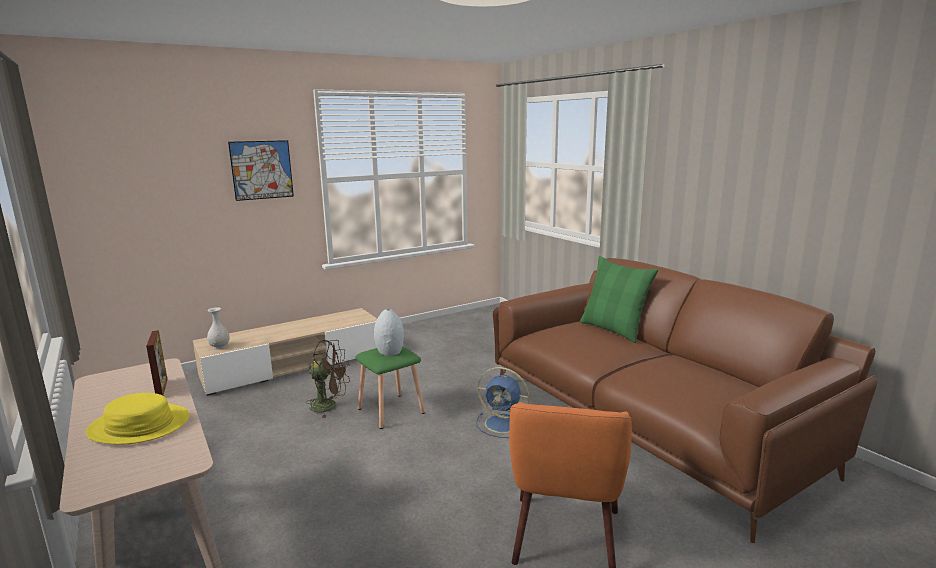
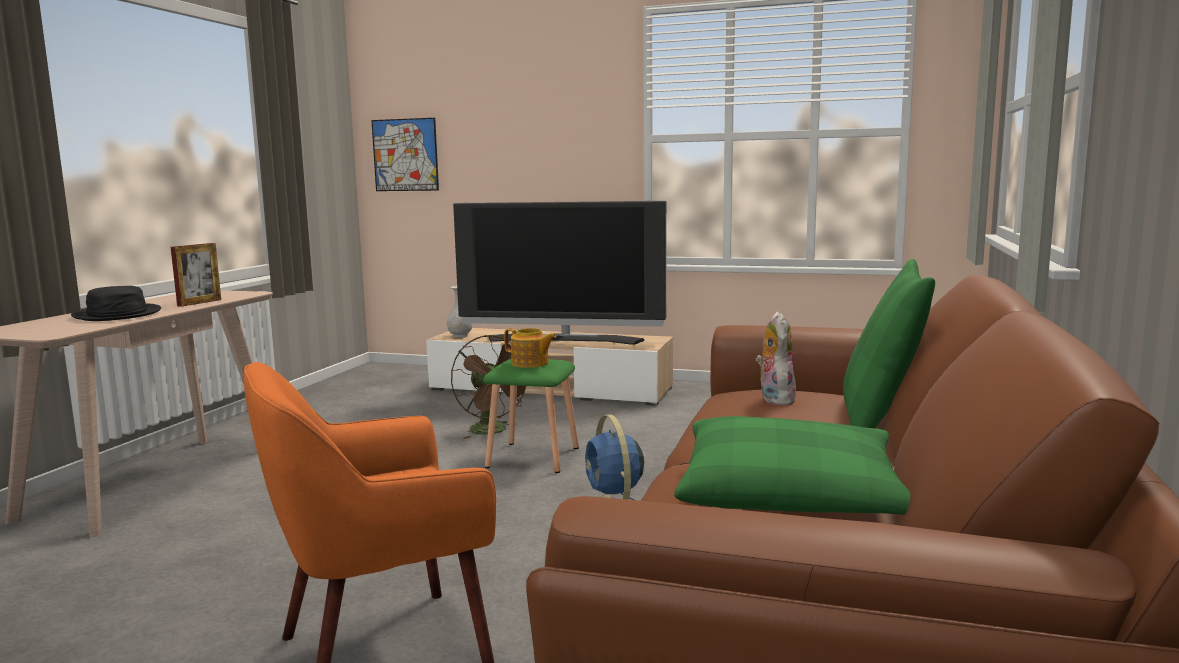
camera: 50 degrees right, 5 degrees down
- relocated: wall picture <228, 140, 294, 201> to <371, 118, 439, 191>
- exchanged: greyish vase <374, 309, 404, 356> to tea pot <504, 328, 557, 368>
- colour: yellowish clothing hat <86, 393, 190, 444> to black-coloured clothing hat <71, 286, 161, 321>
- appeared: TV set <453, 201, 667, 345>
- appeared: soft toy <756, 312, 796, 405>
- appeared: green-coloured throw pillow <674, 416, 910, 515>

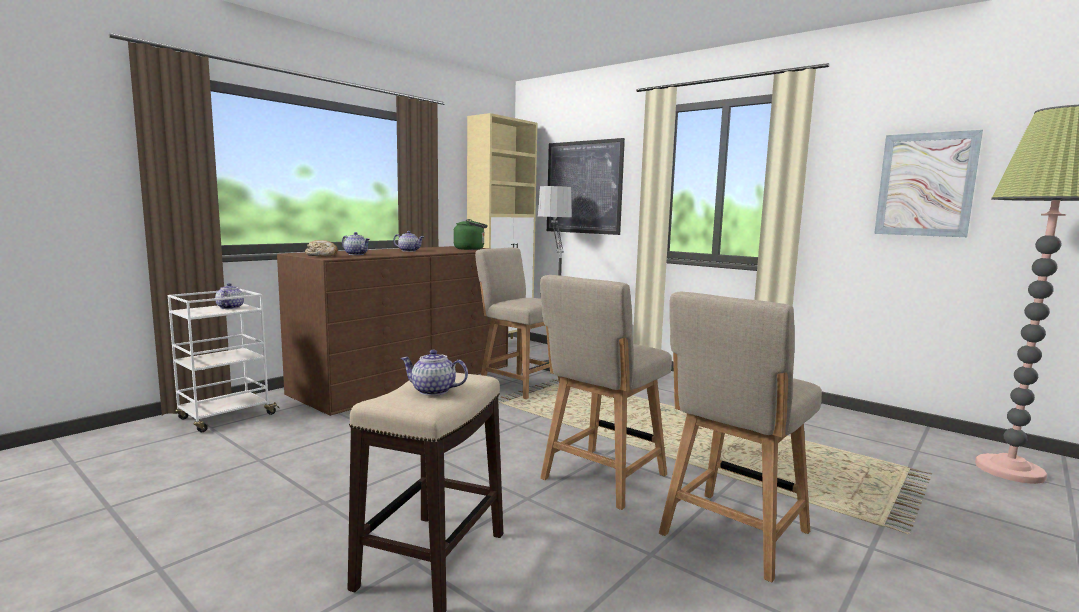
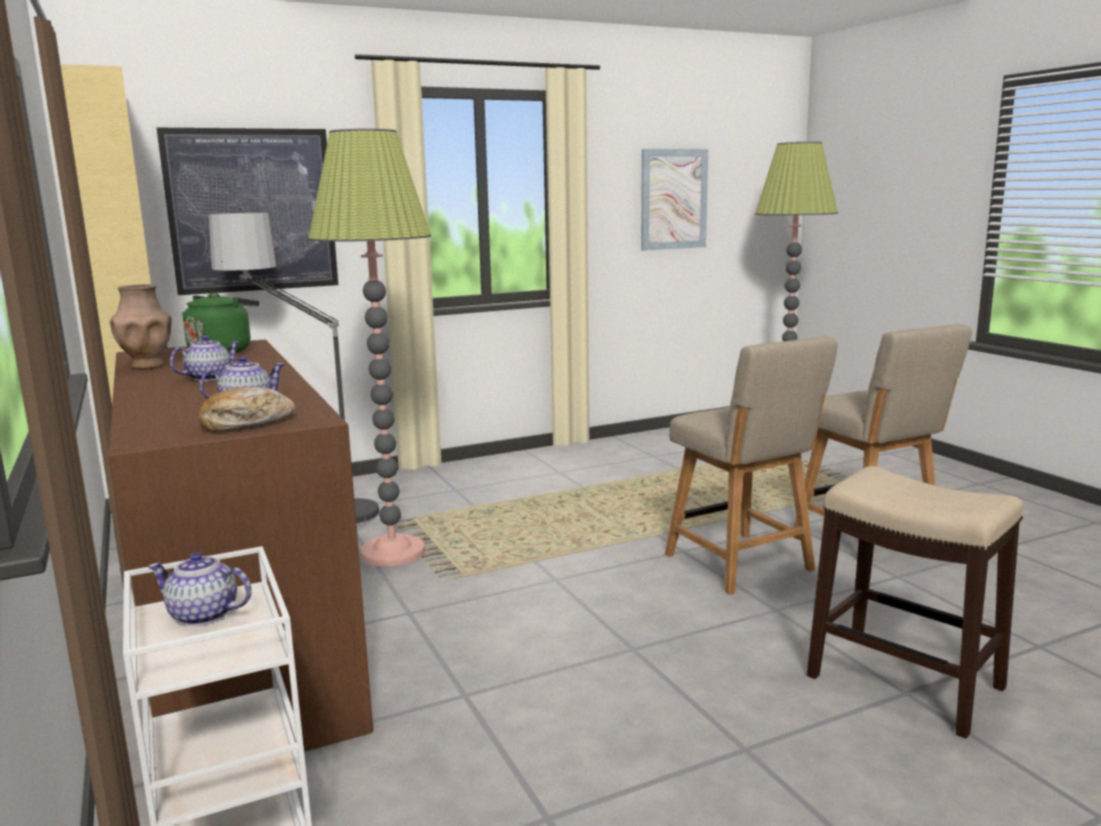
camera: 65 degrees left, 5 degrees up
- exchanged: beige upright chair <475, 247, 560, 399> to floor lamp <308, 128, 431, 566>
- missing: tea pot <400, 350, 468, 396>
- appeared: brown-coloured vase <110, 284, 172, 370>

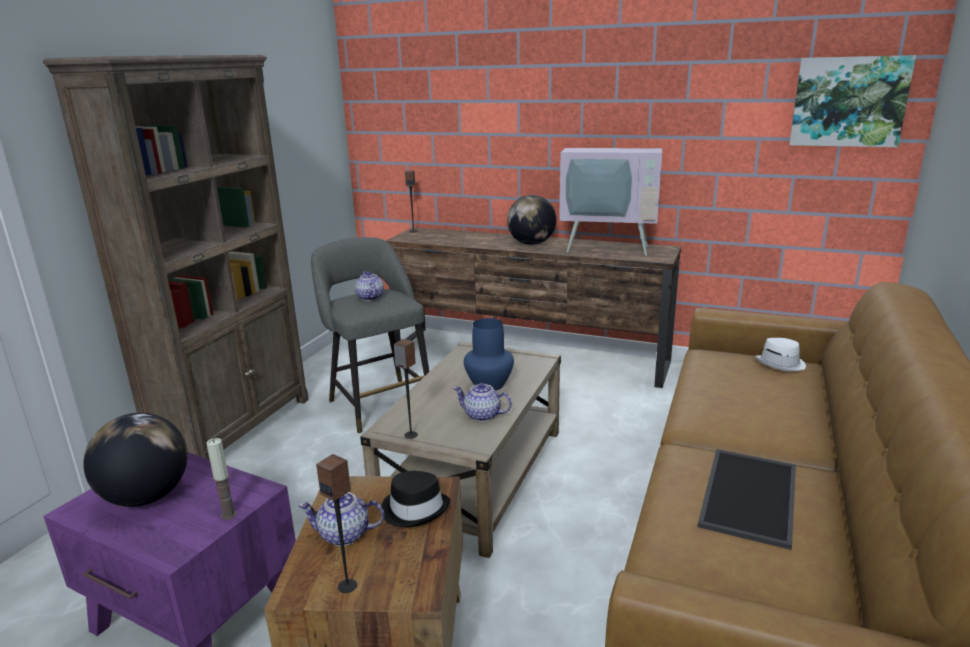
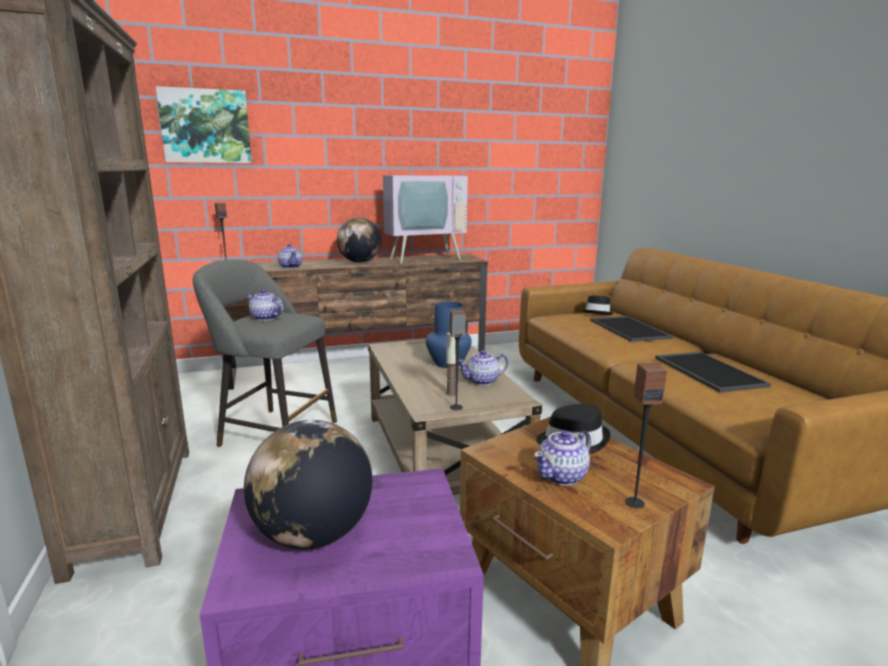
camera: 40 degrees left, 5 degrees down
- relocated: wall picture <789, 55, 916, 147> to <156, 86, 252, 163>
- colour: white-coloured clothing hat <756, 338, 806, 372> to black-coloured clothing hat <582, 295, 614, 315>
- relocated: wax light <206, 438, 237, 520> to <446, 332, 456, 396>
- appeared: tea pot <278, 244, 302, 269>
- appeared: carrying tray <590, 316, 673, 342>

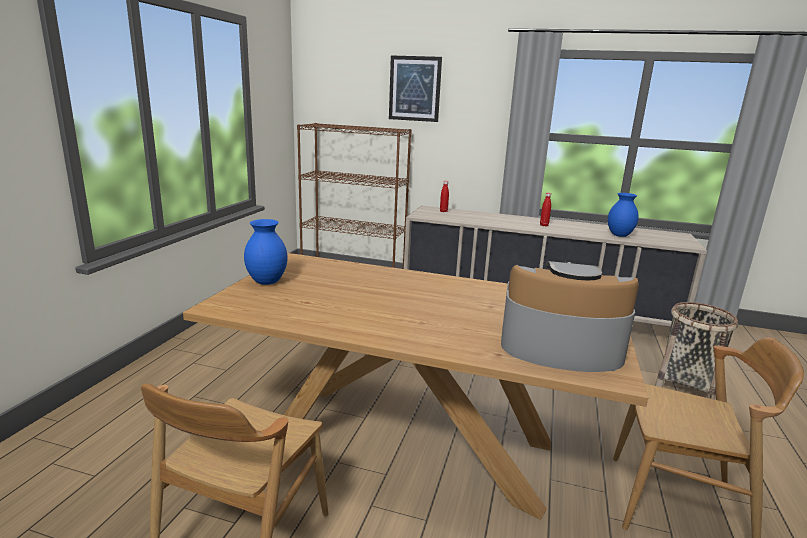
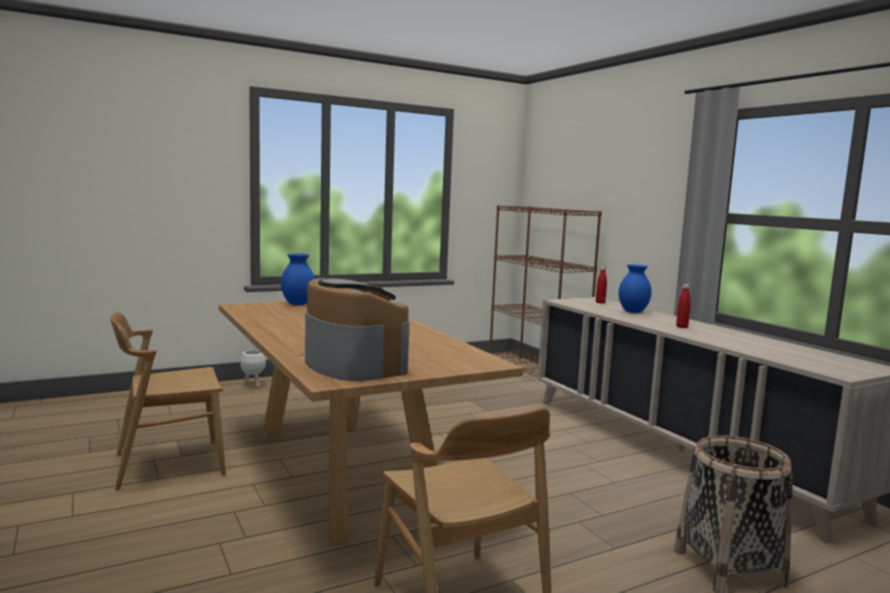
camera: 45 degrees right, 10 degrees down
- missing: wall picture <389, 55, 442, 122>
- relocated: blue vase <608, 193, 639, 237> to <619, 264, 652, 313>
- appeared: white-coloured planter <240, 350, 266, 387>

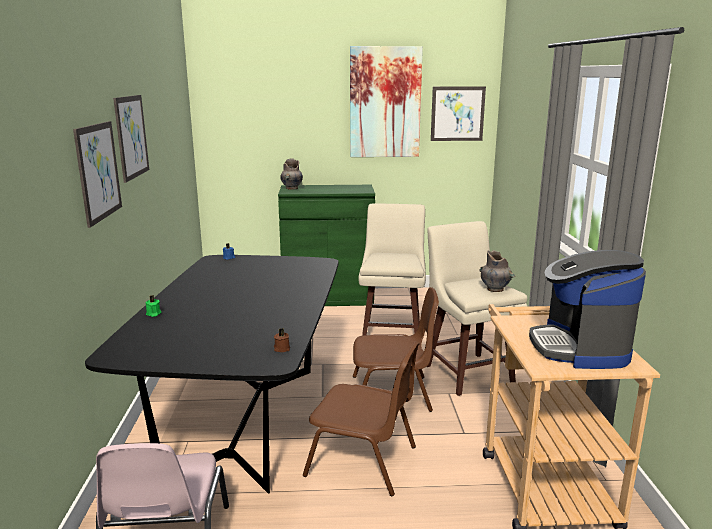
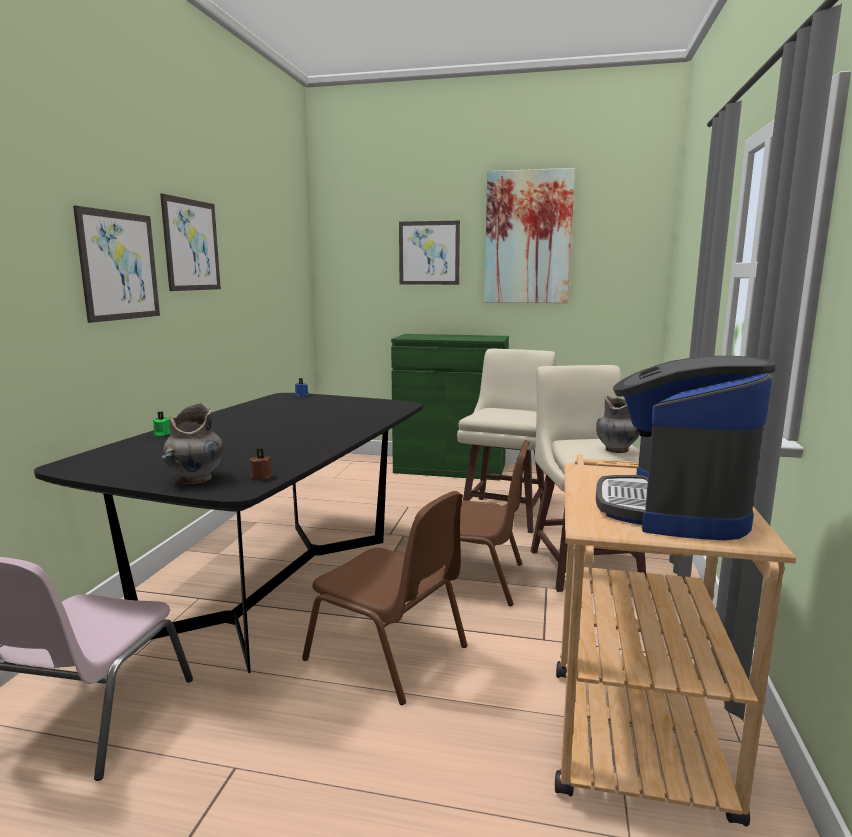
camera: 15 degrees right, 5 degrees down
- relocated: wall picture <431, 87, 486, 141> to <399, 221, 460, 285>
- relocated: greyish vase <280, 158, 303, 190> to <162, 403, 223, 484>

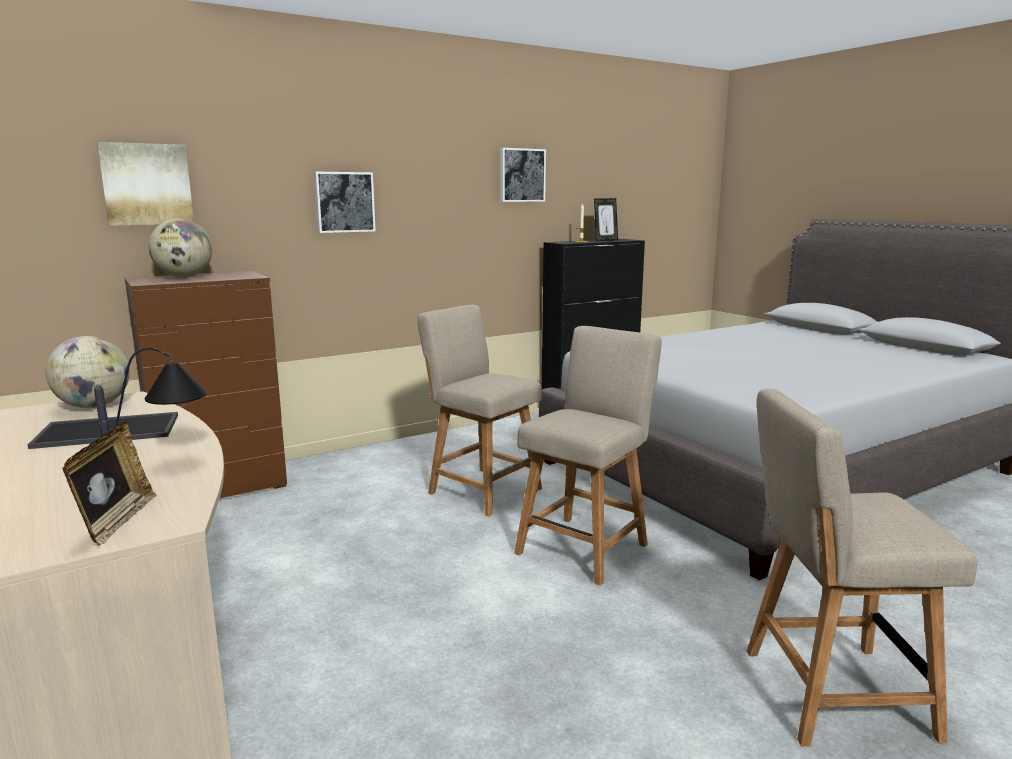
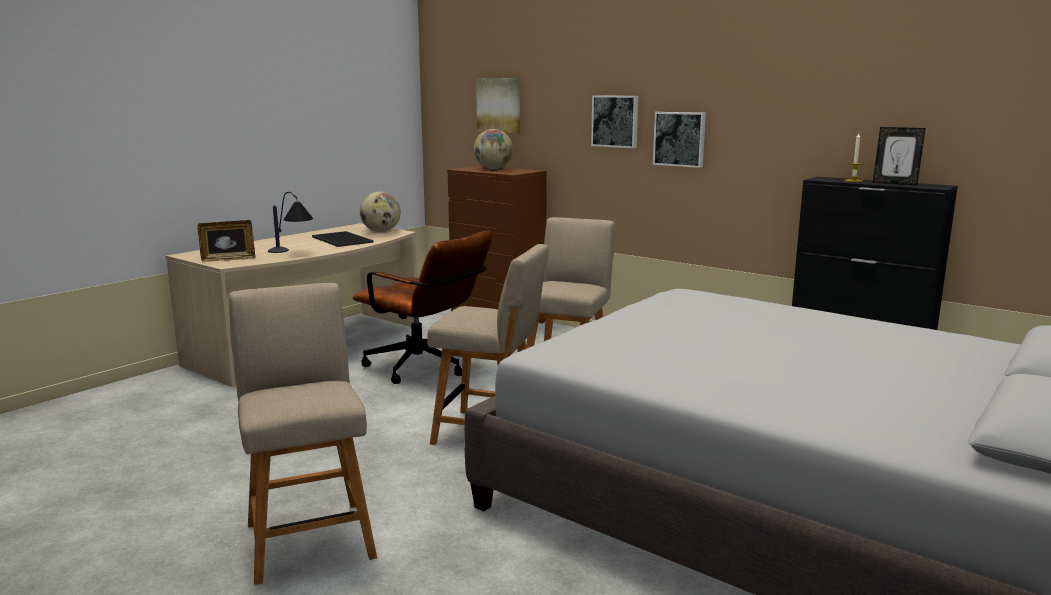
camera: 70 degrees right, 0 degrees up
- relocated: wall picture <500, 148, 546, 202> to <653, 112, 706, 168>
- appeared: brown-coloured office chair <353, 231, 493, 384>

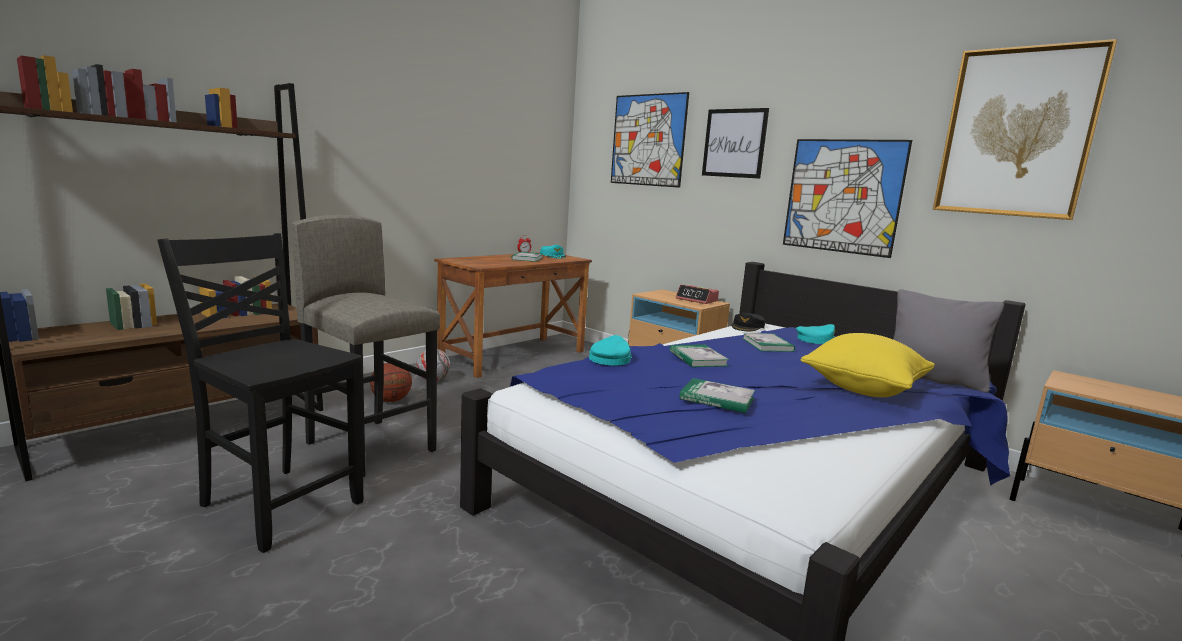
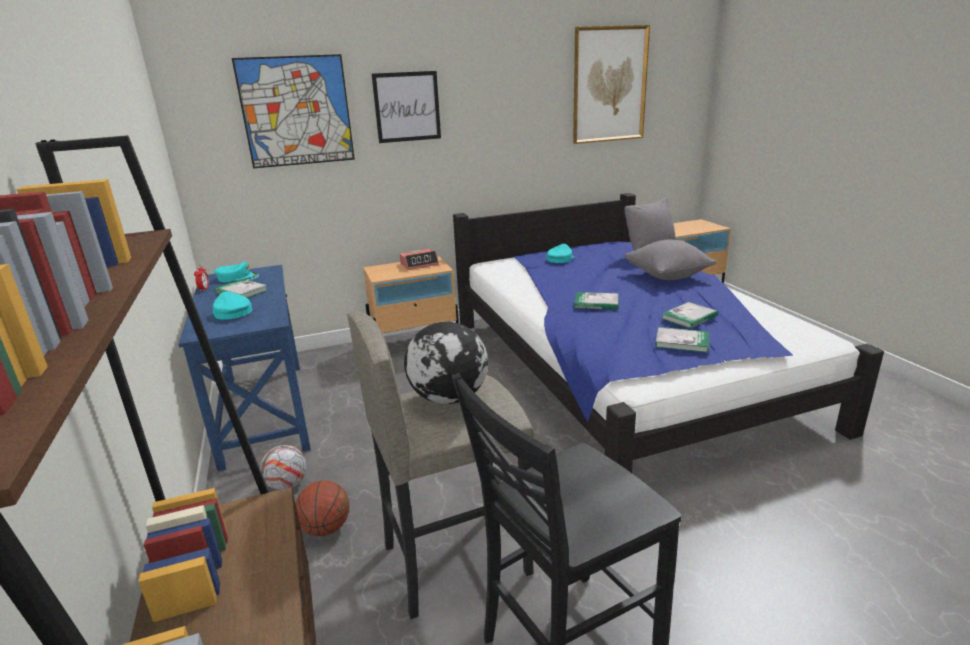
camera: 60 degrees left, 10 degrees up
- missing: wall picture <783, 139, 912, 258>
- colour: brown-coloured desk unit <434, 252, 592, 378> to blue desk unit <178, 265, 311, 471>
- missing: black-coloured peaked cap <731, 313, 765, 331>
- relocated: volume <742, 333, 795, 352> to <655, 327, 709, 353>
- colour: yellowish throw pillow <801, 333, 935, 397> to greyish throw pillow <624, 240, 716, 280>
- relocated: blue-green peaked cap <589, 335, 632, 366> to <213, 291, 252, 320>
- appeared: desk globe <404, 322, 488, 404>

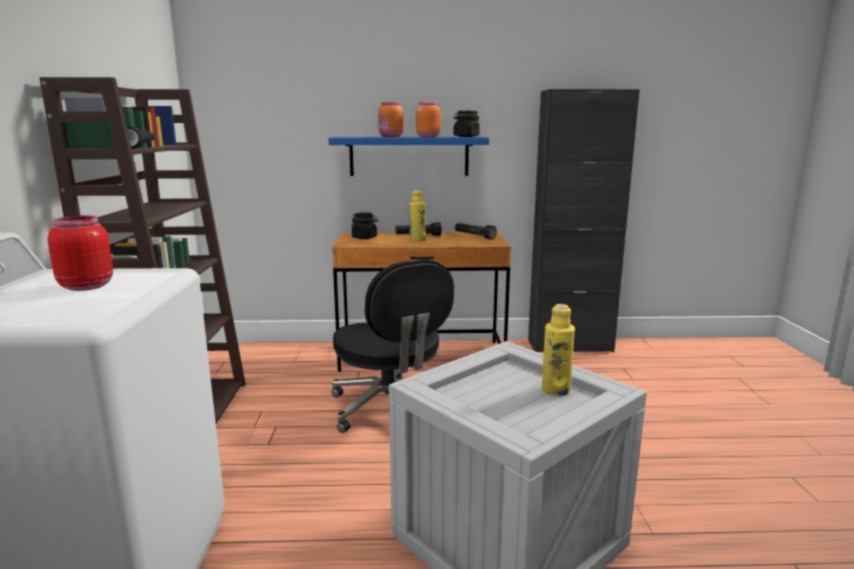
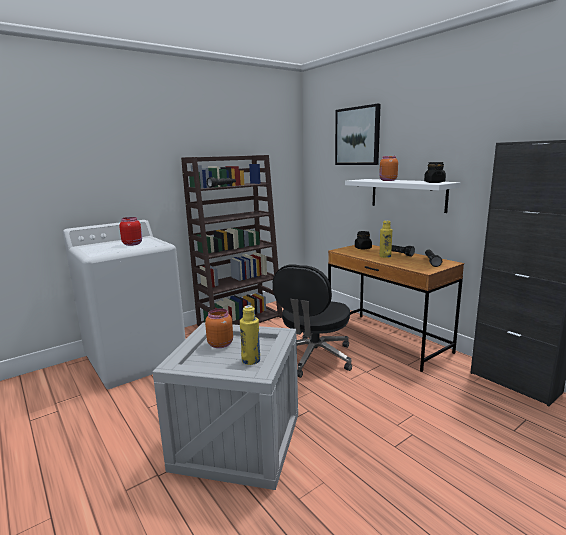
camera: 55 degrees right, 0 degrees up
- relocated: orange storage jar <416, 102, 441, 137> to <205, 308, 233, 348>
- colour: blue shelf <328, 137, 489, 176> to white-coloured shelf <345, 179, 461, 213>
- appeared: wall picture <335, 104, 381, 165>

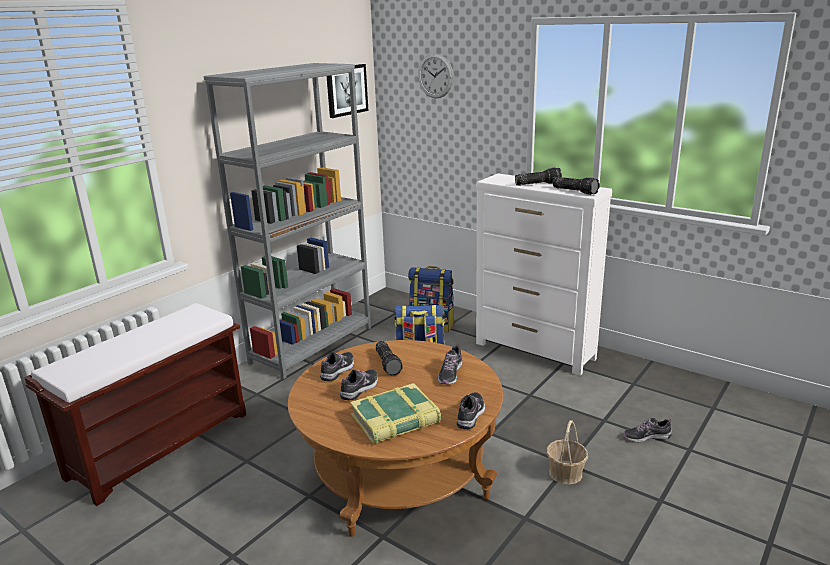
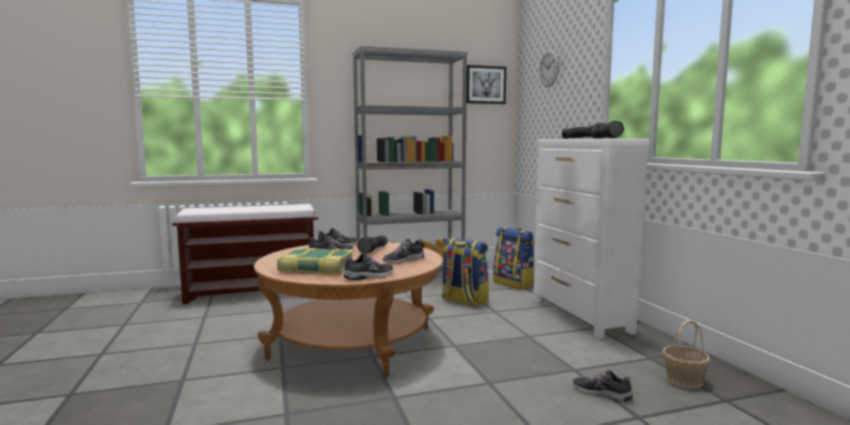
camera: 35 degrees right, 15 degrees down
- relocated: storage basket <546, 420, 588, 485> to <663, 320, 710, 388>

